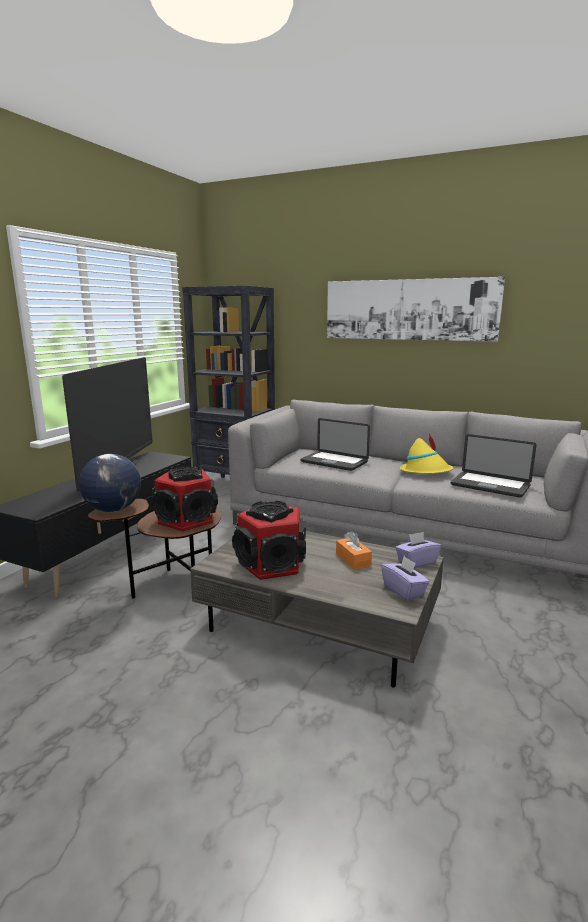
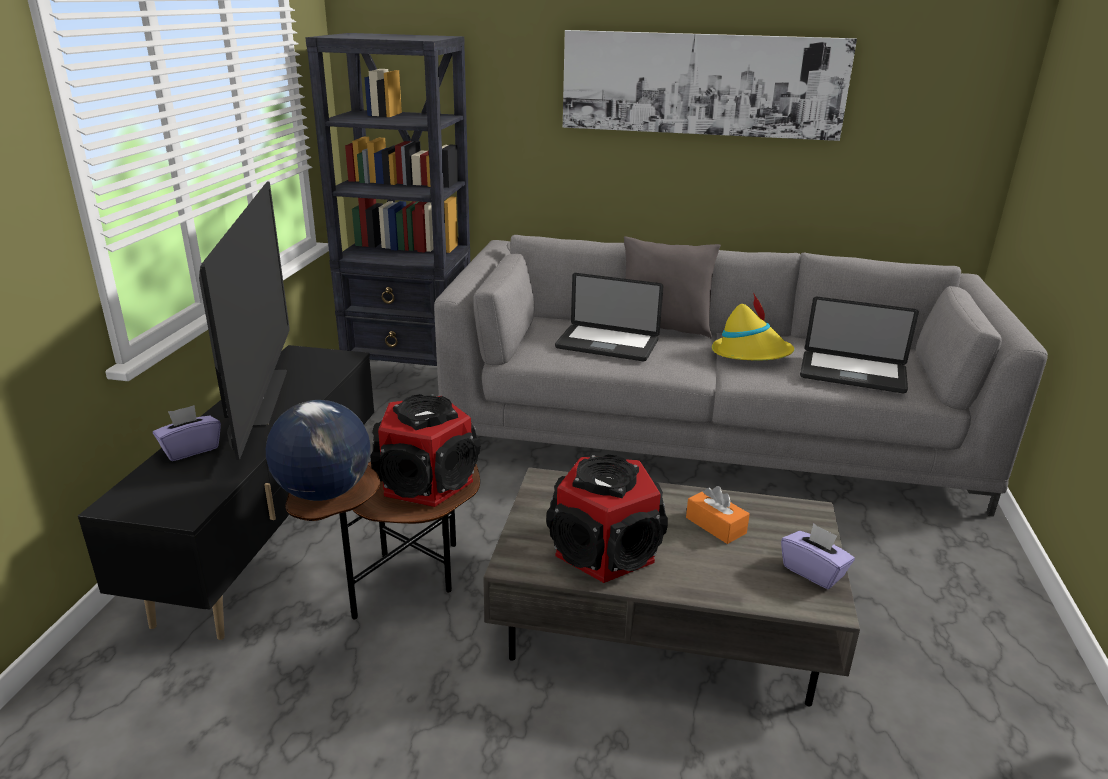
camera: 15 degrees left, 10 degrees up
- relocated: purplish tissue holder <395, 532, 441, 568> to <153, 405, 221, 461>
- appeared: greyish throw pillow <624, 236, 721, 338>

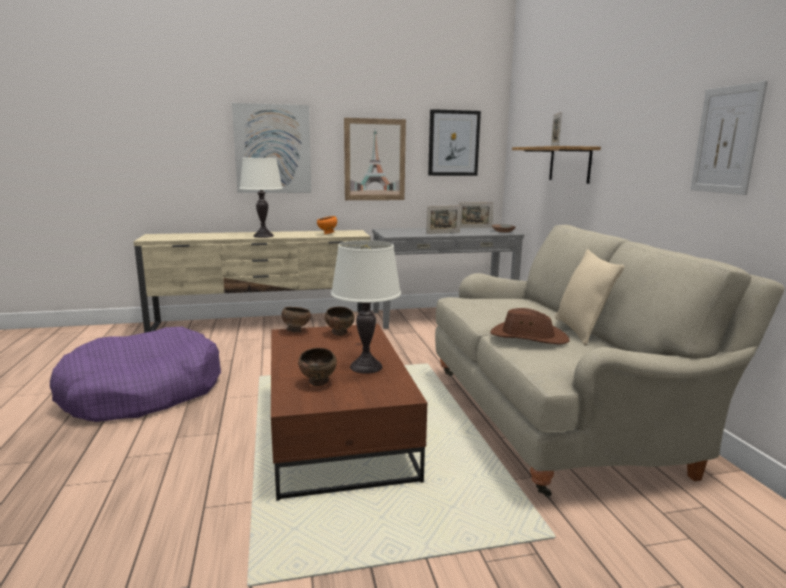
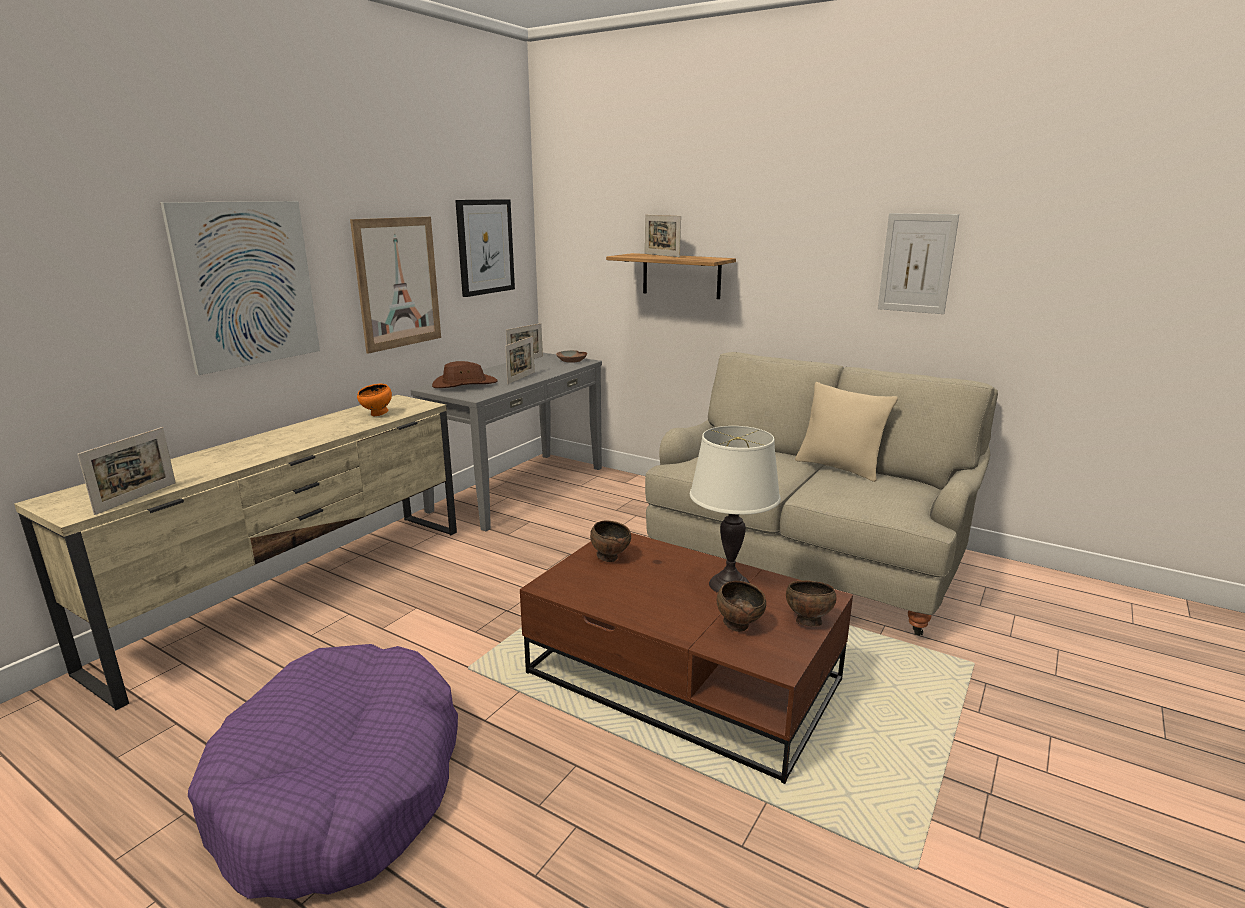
camera: 45 degrees left, 5 degrees up
- missing: white-coloured tabletop lamp <239, 158, 283, 238>
- relocated: brown-coloured deep dish <282, 307, 311, 333> to <786, 580, 837, 626>
- relocated: brown-coloured clothing hat <490, 308, 570, 344> to <432, 361, 498, 388>
- appeared: picture frame <77, 427, 176, 515>

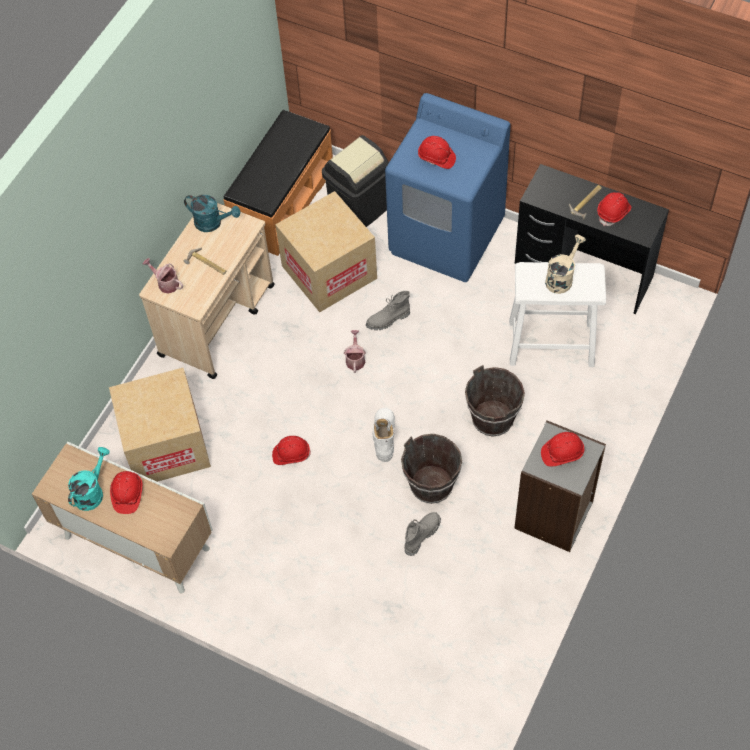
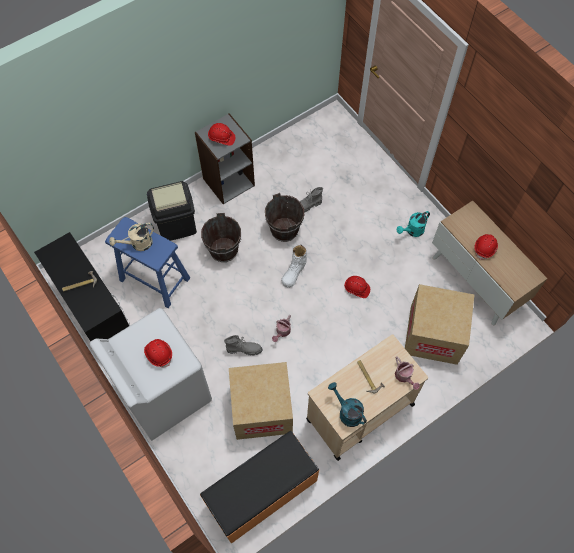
camera: 155 degrees left, 5 degrees up
- colour: blue laundry machine <385, 93, 511, 282> to white-coloured laundry machine <90, 308, 212, 441>
- relocated: black-coloured rubbish bin <322, 135, 389, 227> to <147, 181, 197, 241>
- missing: reddish hard hat <597, 192, 631, 226>
- colour: white-coloured sitting stool <509, 262, 606, 367> to blue sitting stool <105, 217, 190, 308>
- relocated: blue-green watering can <68, 447, 110, 511> to <397, 211, 430, 237>

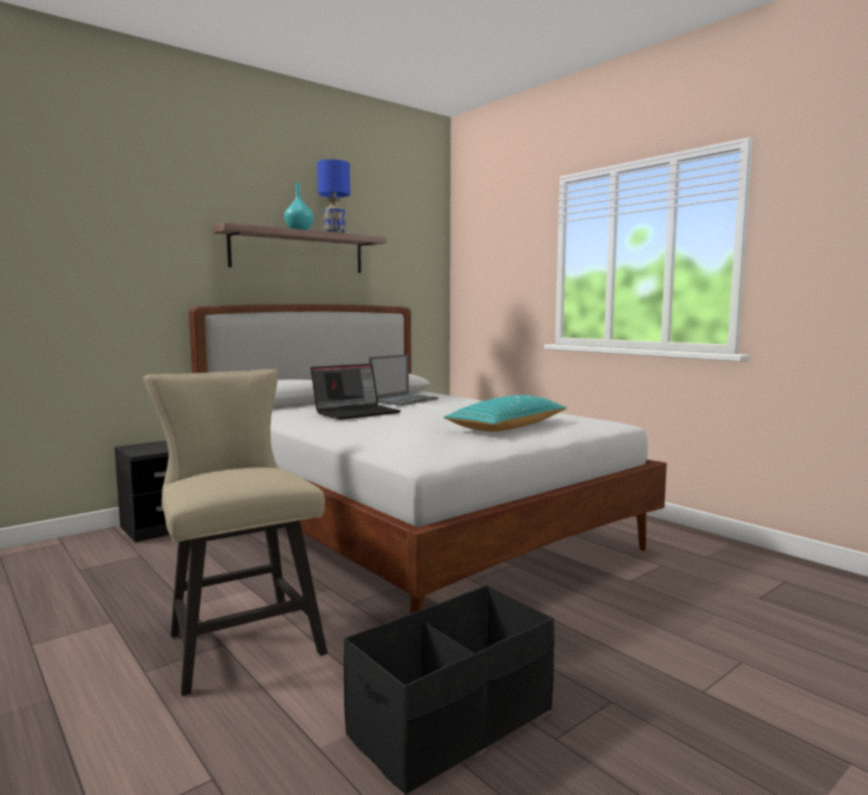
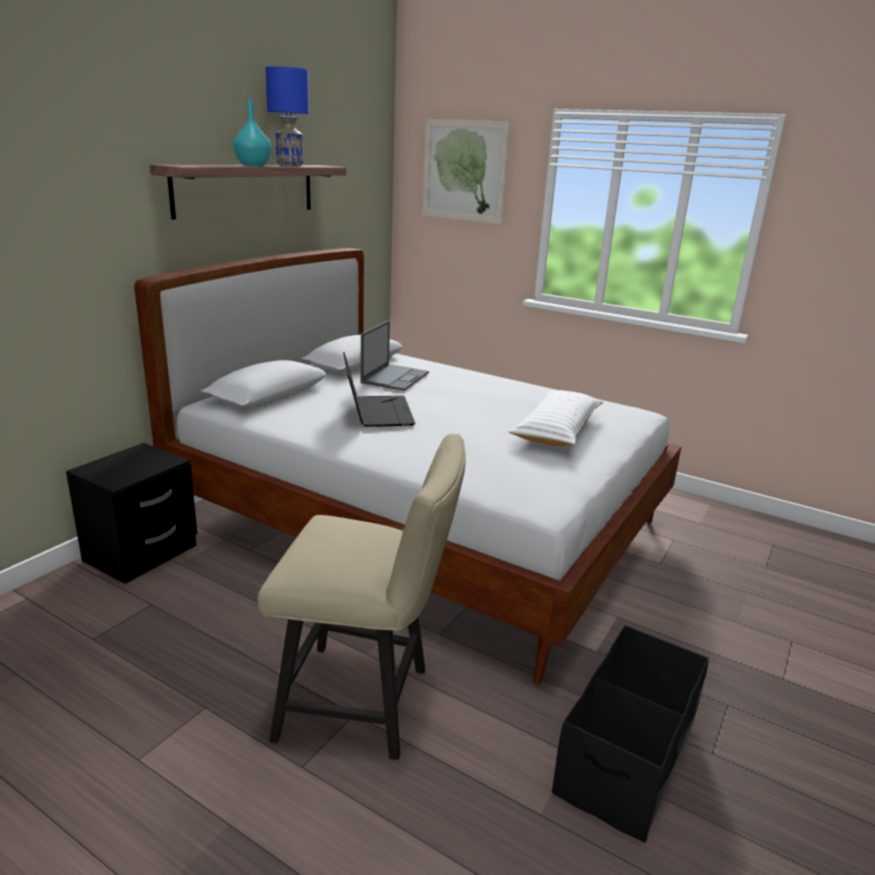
camera: 20 degrees left, 15 degrees up
- spun: portable computer <311, 364, 401, 420> = <343, 352, 415, 427> 45 degrees counterclockwise
- spun: beige upright chair <143, 369, 327, 696> = <257, 434, 466, 760> 150 degrees clockwise
- colour: blue-green throw pillow <444, 395, 567, 432> to white-coloured throw pillow <509, 390, 603, 446>
- appeared: wall picture <422, 119, 510, 224>

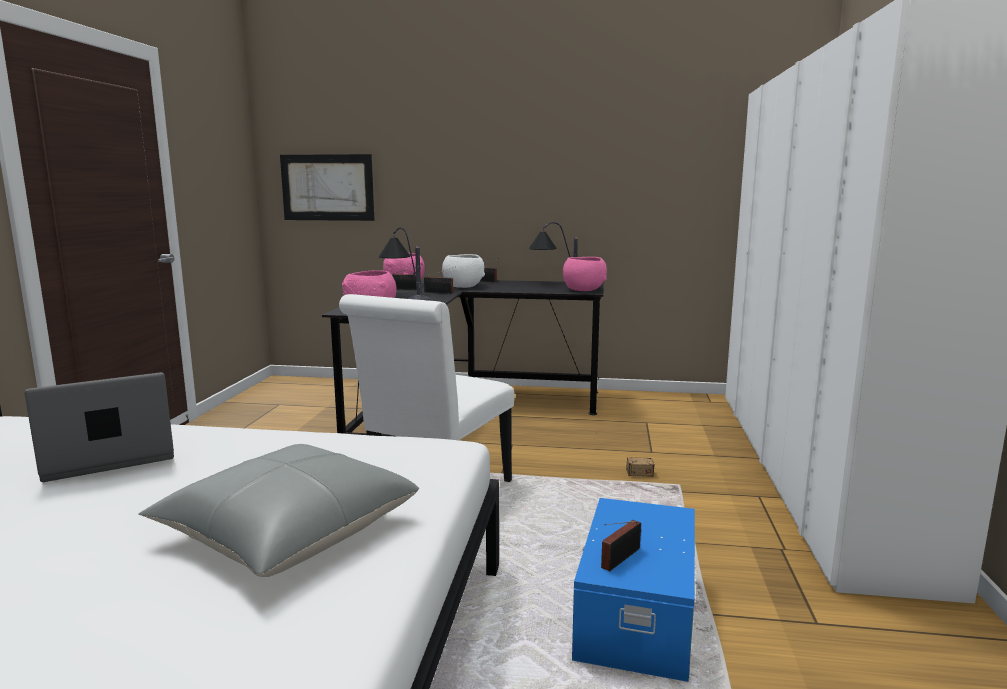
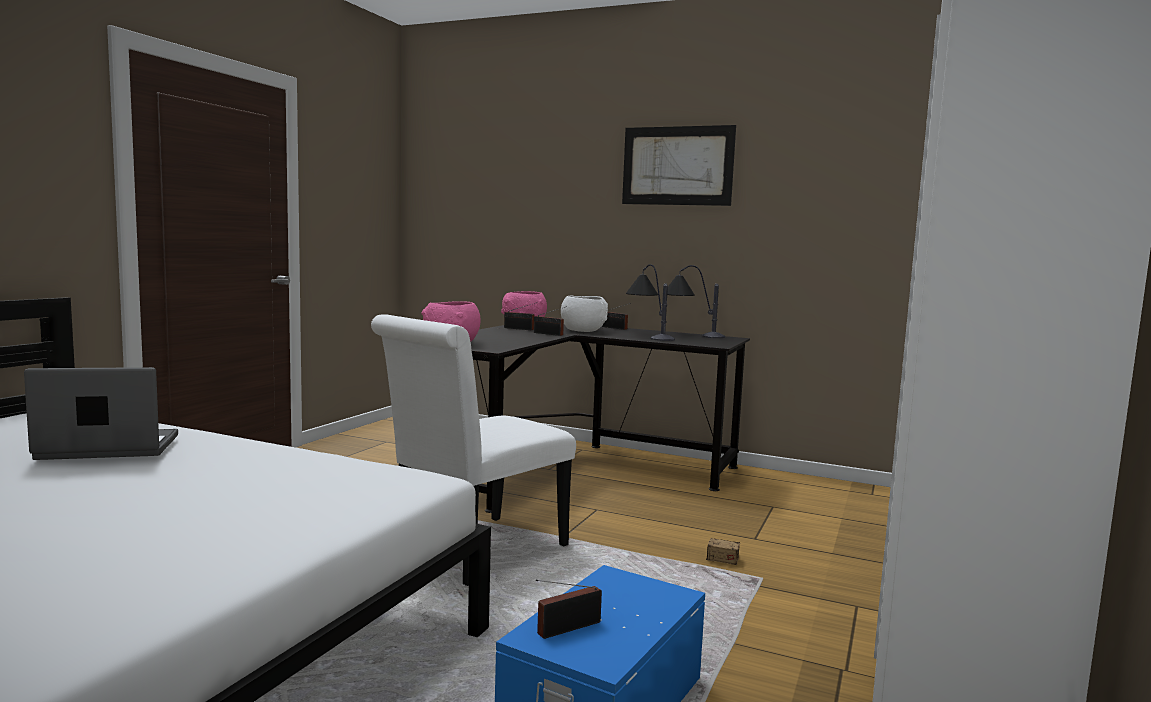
camera: 15 degrees right, 5 degrees down
- relocated: wall picture <280, 154, 374, 221> to <622, 125, 736, 206>
- relocated: tabletop lamp <379, 227, 430, 301> to <626, 264, 675, 341>
- missing: pinkish deep dish <563, 257, 607, 291>
- missing: greyish throw pillow <138, 444, 419, 577>

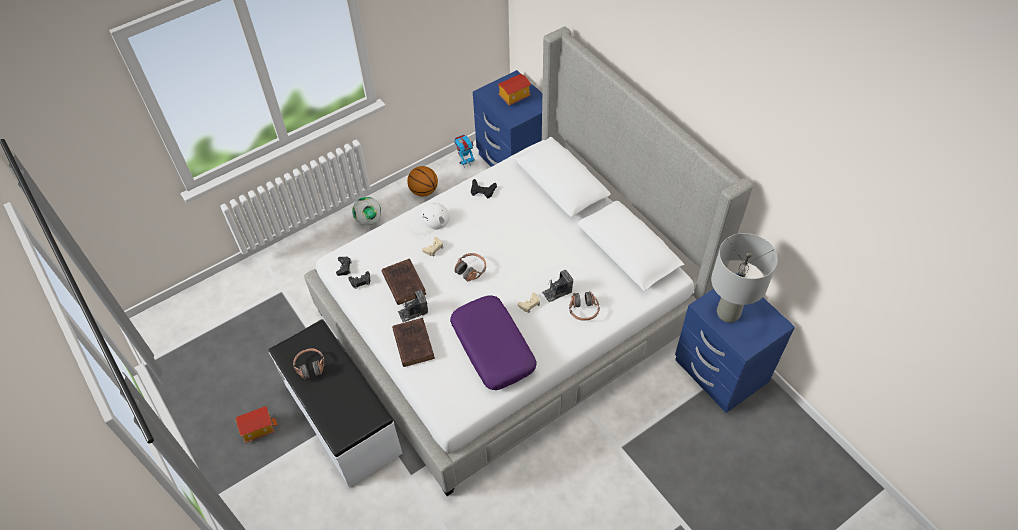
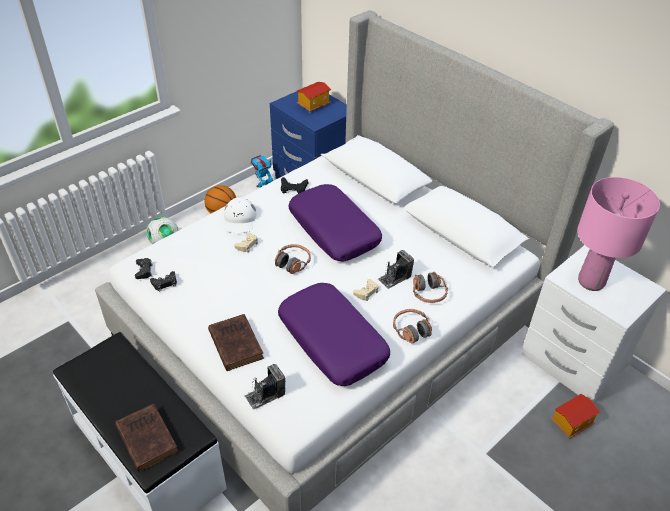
camera: 10 degrees left, 10 degrees down
- spun: white-coloured peaked cap <411, 203, 450, 236> = <224, 197, 257, 233> 45 degrees counterclockwise
- colour: greyish tabletop lamp <711, 233, 778, 323> to pinkish tabletop lamp <577, 177, 660, 291>
- relocated: brown-coloured volume <382, 259, 426, 305> to <115, 404, 179, 472>
- colour: blue night table <675, 274, 795, 413> to white-coloured night table <522, 245, 666, 403>
- relocated: still camera <398, 290, 428, 322> to <245, 364, 285, 410>
- relocated: headphones <293, 349, 324, 380> to <393, 309, 432, 344>
- relocated: miniature house <236, 406, 278, 443> to <551, 394, 600, 439>
- appeared: purplish throw pillow <288, 184, 382, 262>

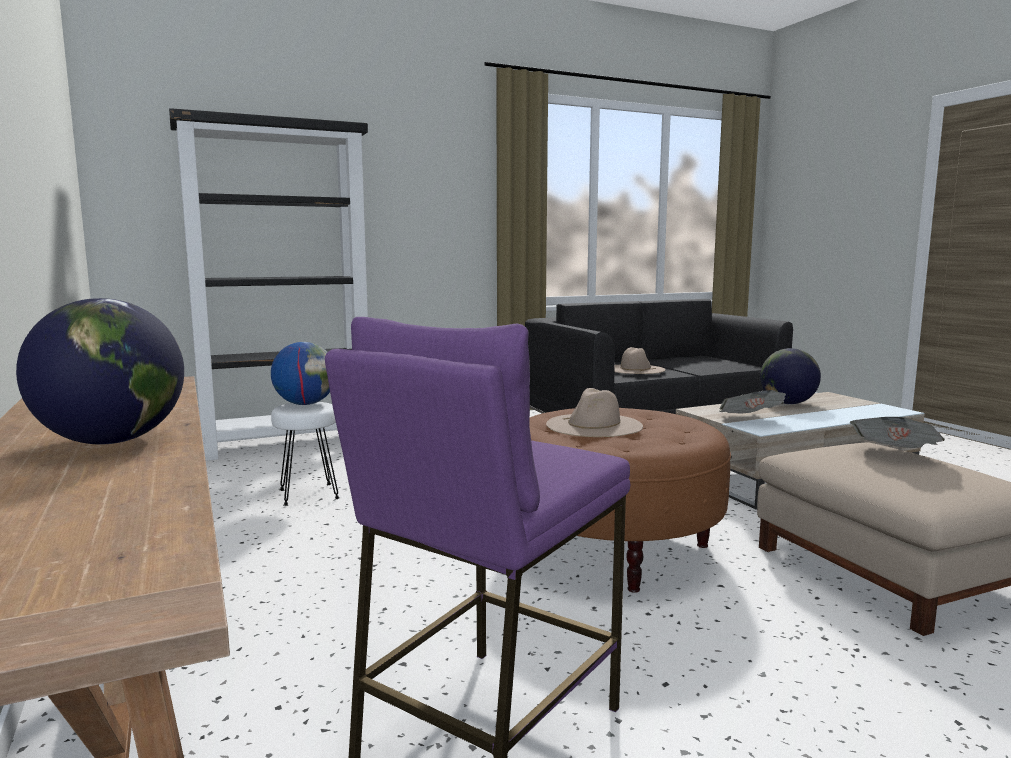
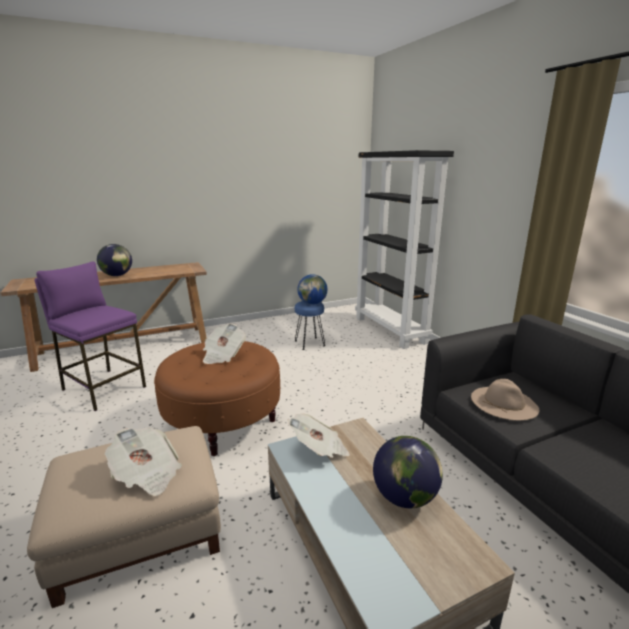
camera: 90 degrees right, 10 degrees up
- exchanged: beige clothing hat <546, 388, 643, 437> to daily paper <203, 323, 246, 364>
- colour: white-coloured sitting stool <271, 402, 339, 506> to blue sitting stool <295, 301, 325, 350>

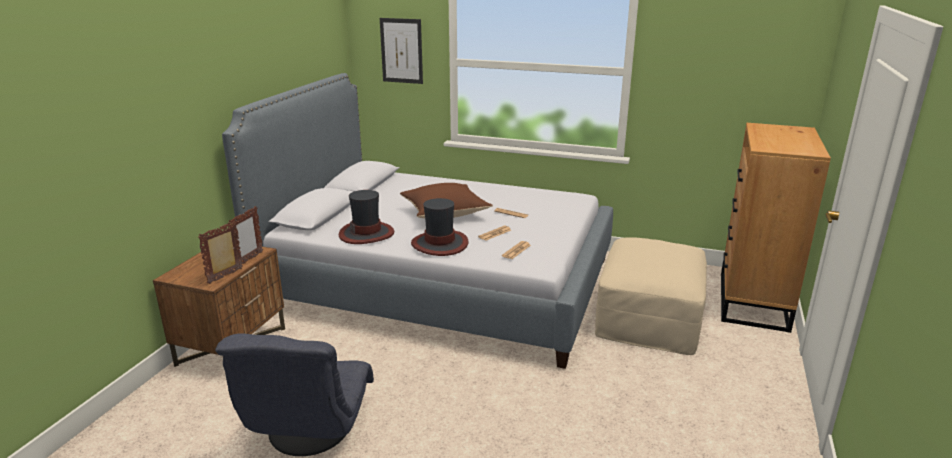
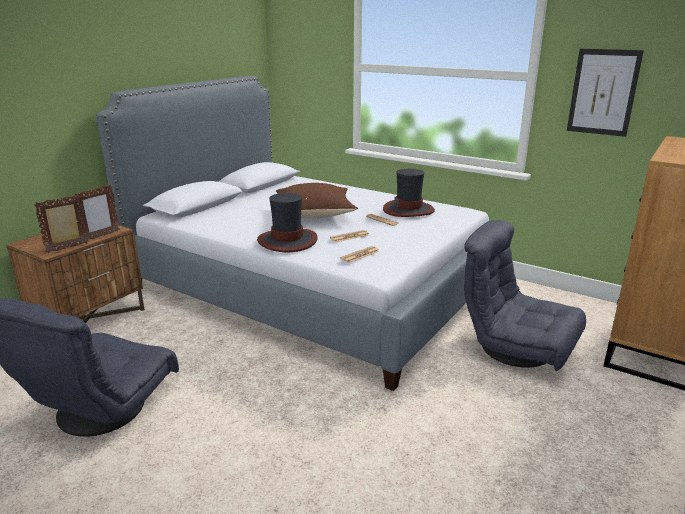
camera: 15 degrees right, 0 degrees up
- relocated: wall picture <380, 18, 423, 84> to <567, 49, 644, 137>
- relocated: clothing hat <339, 190, 394, 244> to <383, 169, 435, 217>
- exchanged: beige pouffe <595, 237, 707, 355> to greyish lounge chair <464, 220, 586, 371>

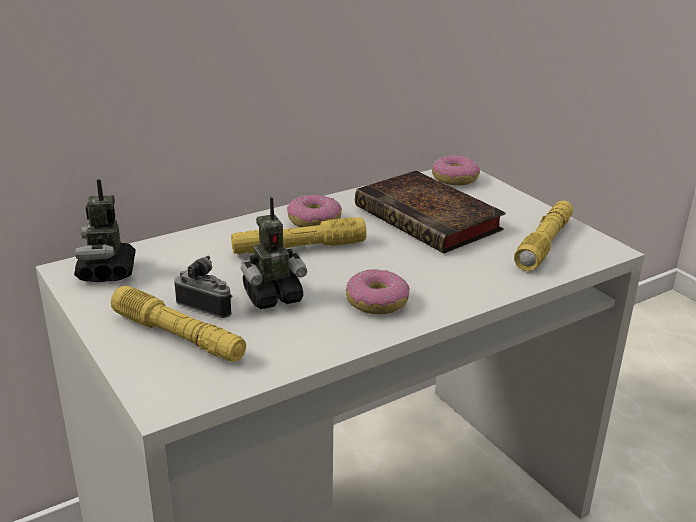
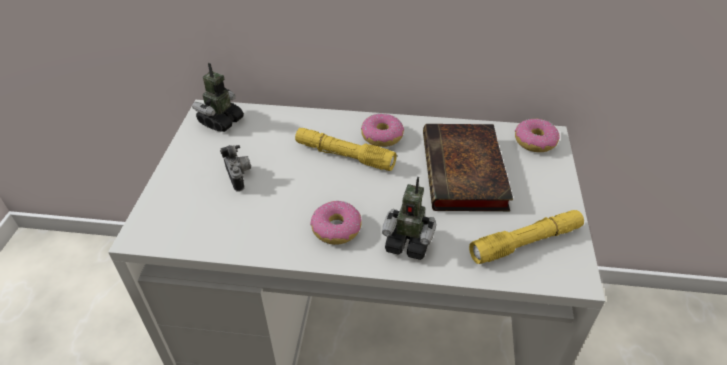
camera: 40 degrees right, 15 degrees up
- relocated: model robot <241, 197, 307, 309> to <382, 176, 436, 260>
- missing: yellowish hand torch <111, 286, 246, 362>

